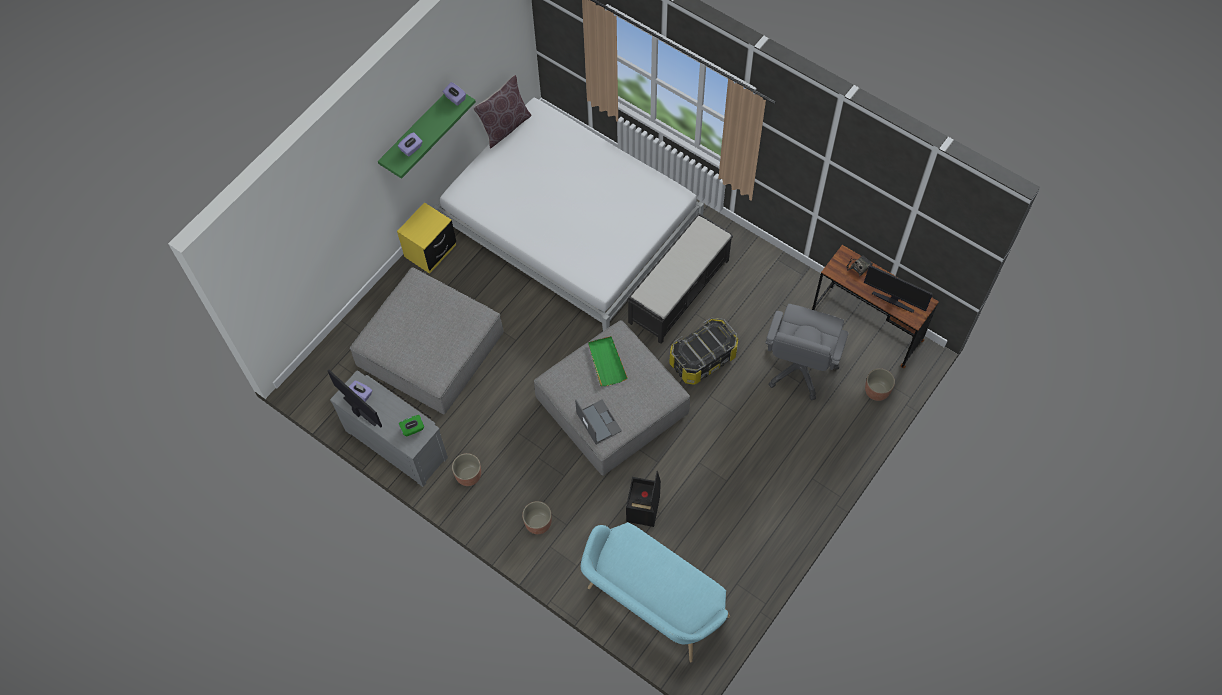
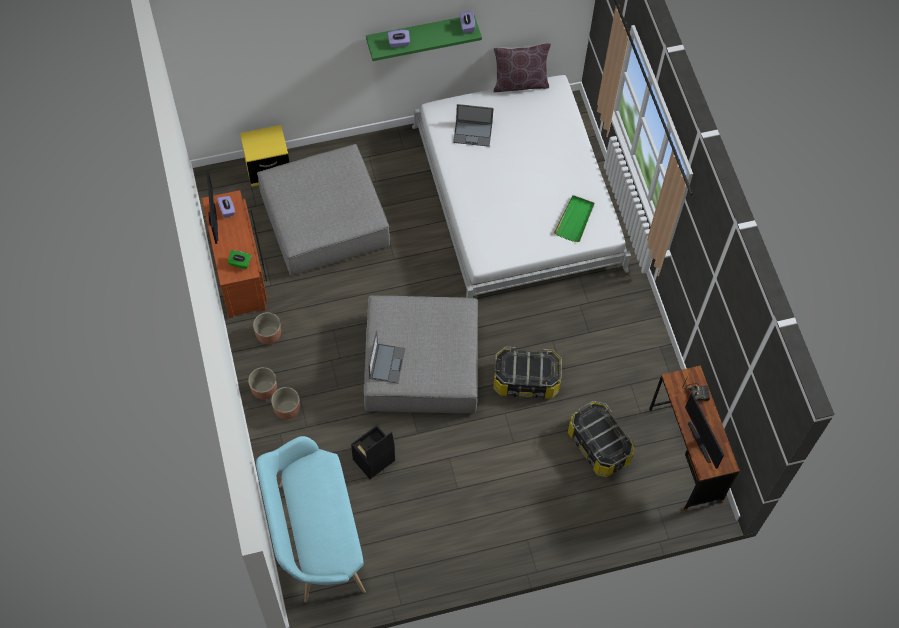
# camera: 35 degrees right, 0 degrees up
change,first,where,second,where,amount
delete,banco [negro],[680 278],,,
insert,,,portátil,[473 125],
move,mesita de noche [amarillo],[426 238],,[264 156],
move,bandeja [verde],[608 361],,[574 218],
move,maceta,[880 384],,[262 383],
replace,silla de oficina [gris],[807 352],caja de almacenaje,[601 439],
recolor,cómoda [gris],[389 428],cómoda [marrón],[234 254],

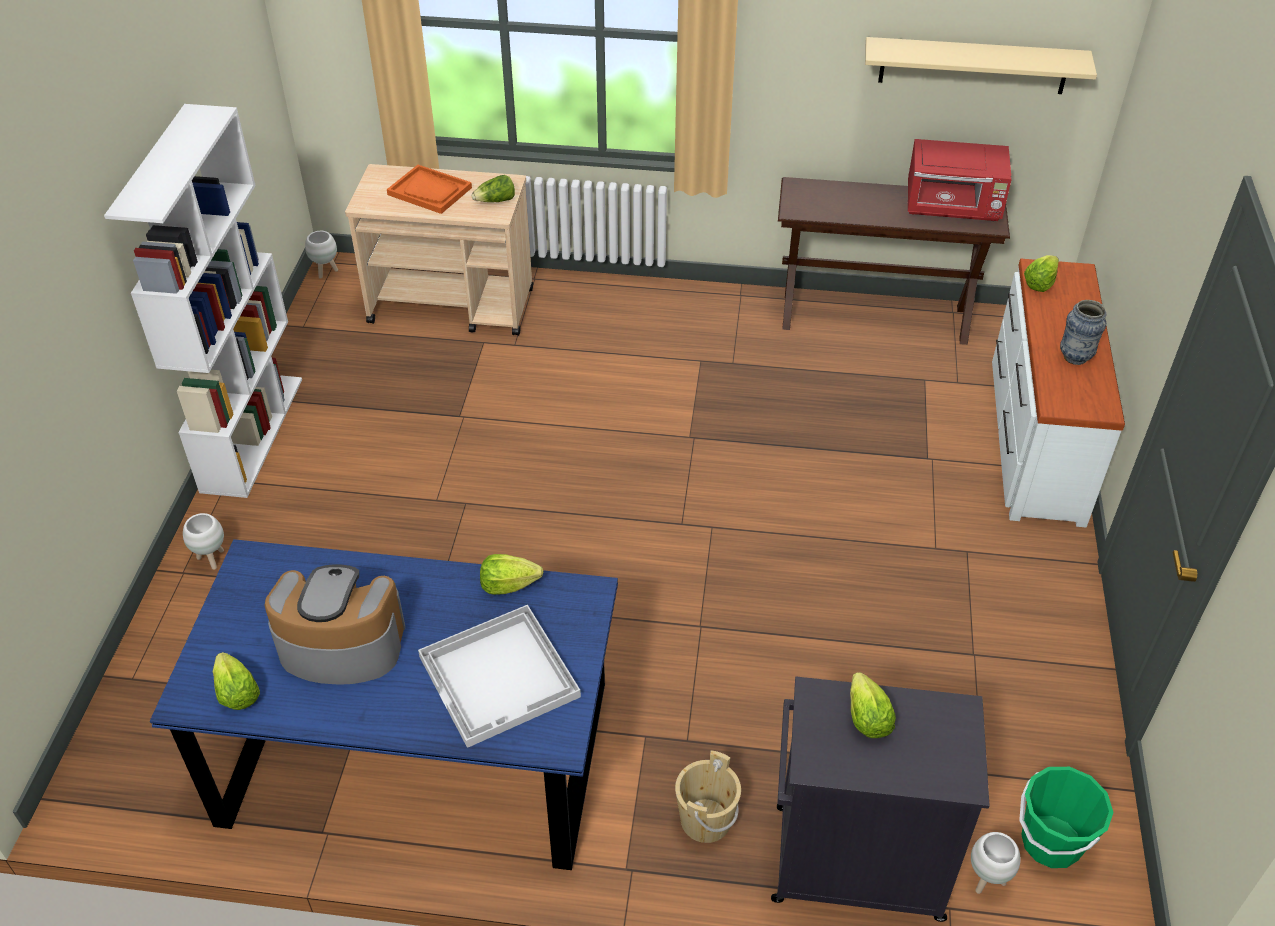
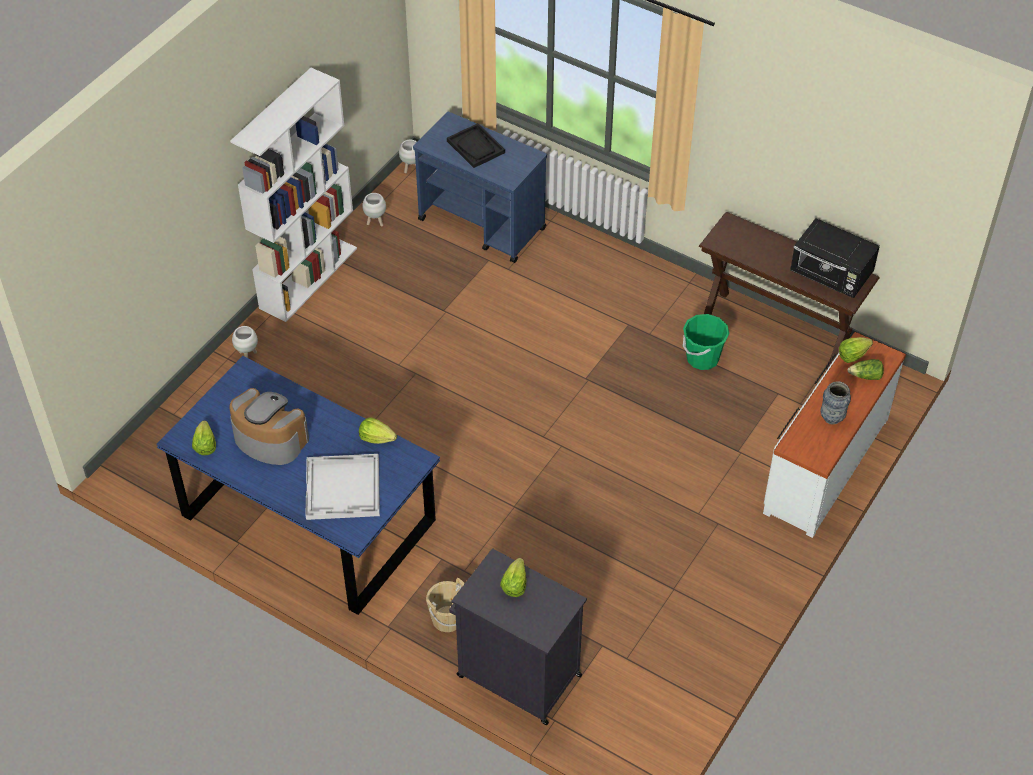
# camera: 25 degrees right, 5 degrees up
change,first,where,second,where,amount
delete,estante [beis],[981 65],,,
move,lechuga,[493 188],,[865 369],
move,maceta [blanco],[995 863],,[374 209],
move,cubo [verde],[1066 817],,[706 342],
recolor,carrito [beis],[439 250],carrito [azul],[480 187],
recolor,bandeja [naranja],[429 189],bandeja [negro],[476 145],
recolor,microondas [rojo],[960 180],microondas [negro],[835 258],

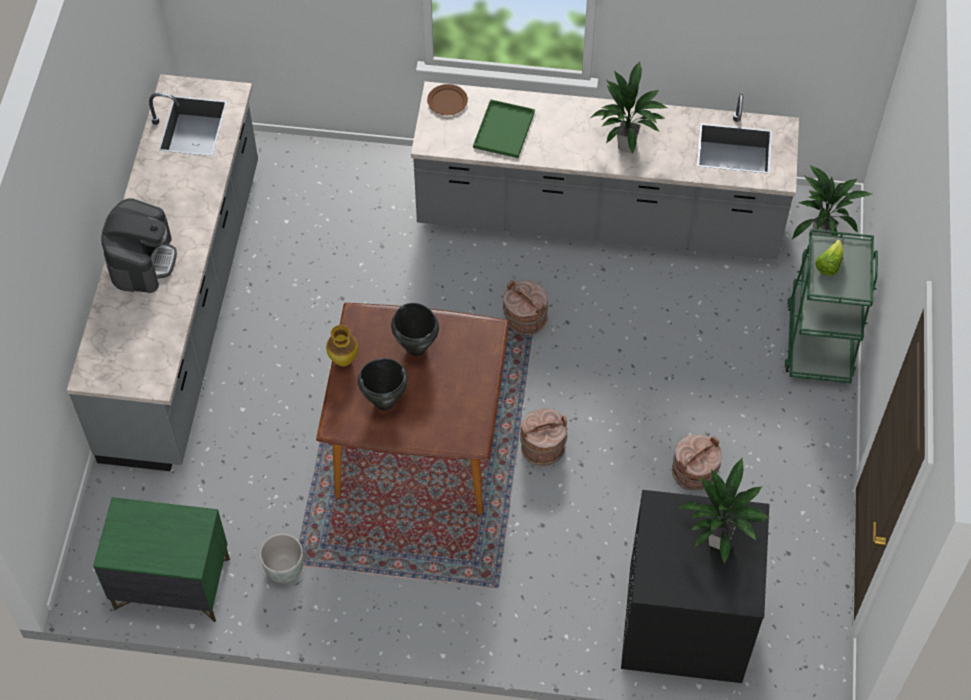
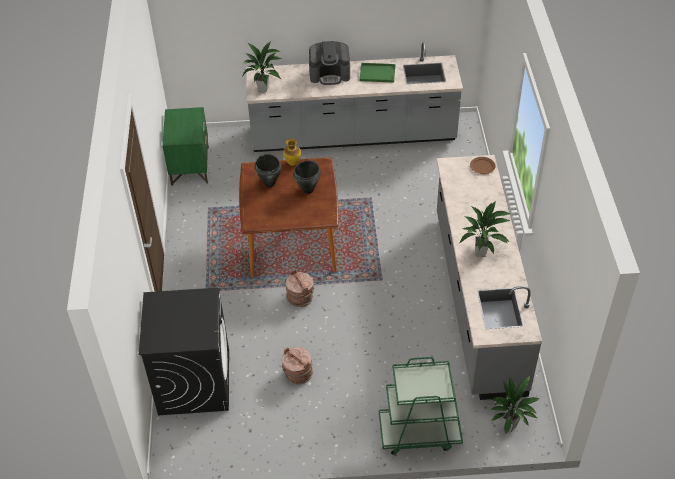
# camera: 80 degrees right, 10 degrees down
change,first,where,second,where,amount
delete,maceta [gris],[281 558],,,
delete,cubo [marrón],[525 307],,,
delete,lechuga,[829 257],,,
move,bandeja [verde],[504 128],,[377 73],
move,planta en maceta,[724 510],,[262 66],

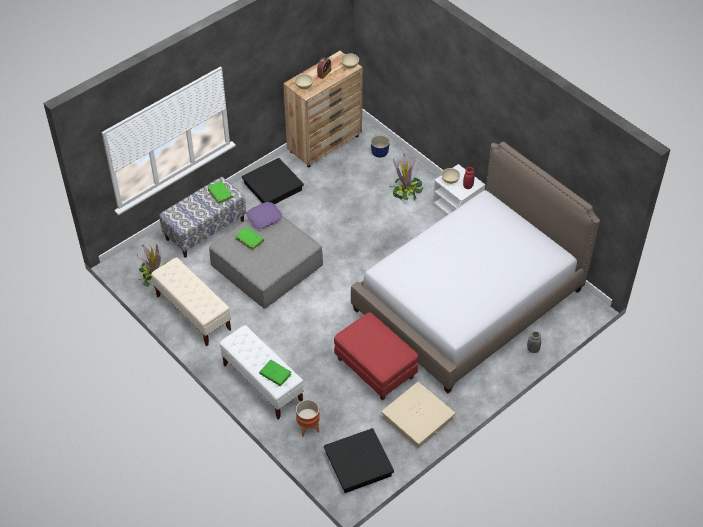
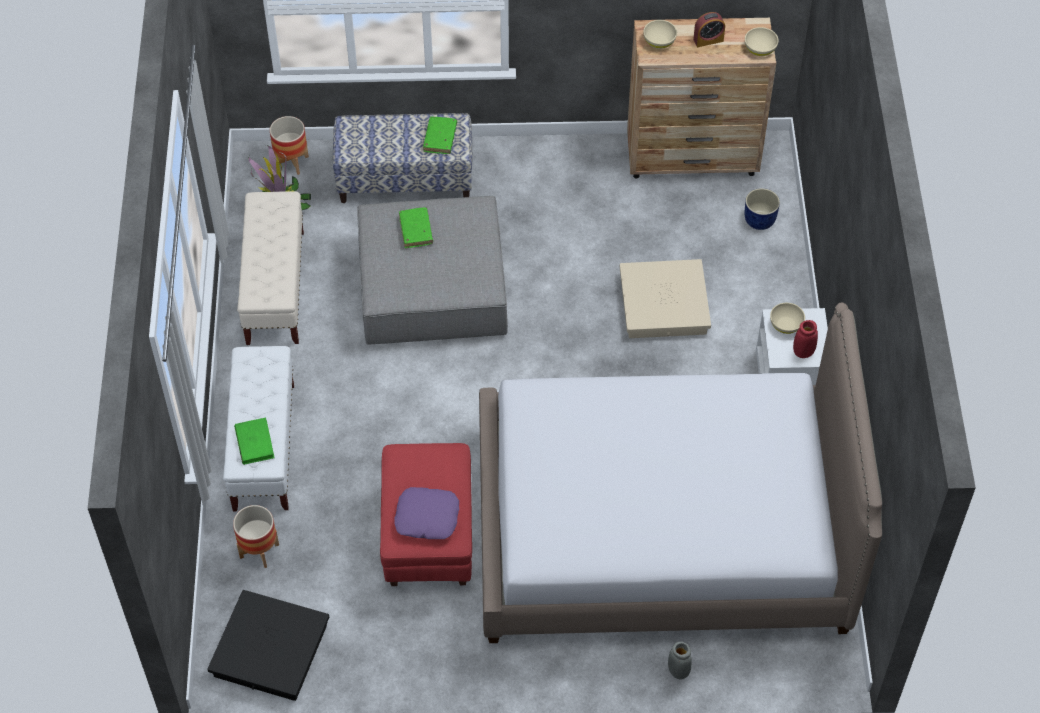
# camera: 40 degrees right, 5 degrees up
change,first,where,second,where,amount
delete,caja de almacenaje [negro],[273 181],,,
delete,planta en maceta,[406 177],,,
insert,,,maceta,[289 145],
move,cojín [morado],[264 215],,[427 513],
move,caja de almacenaje [beis],[418 415],,[665 298],

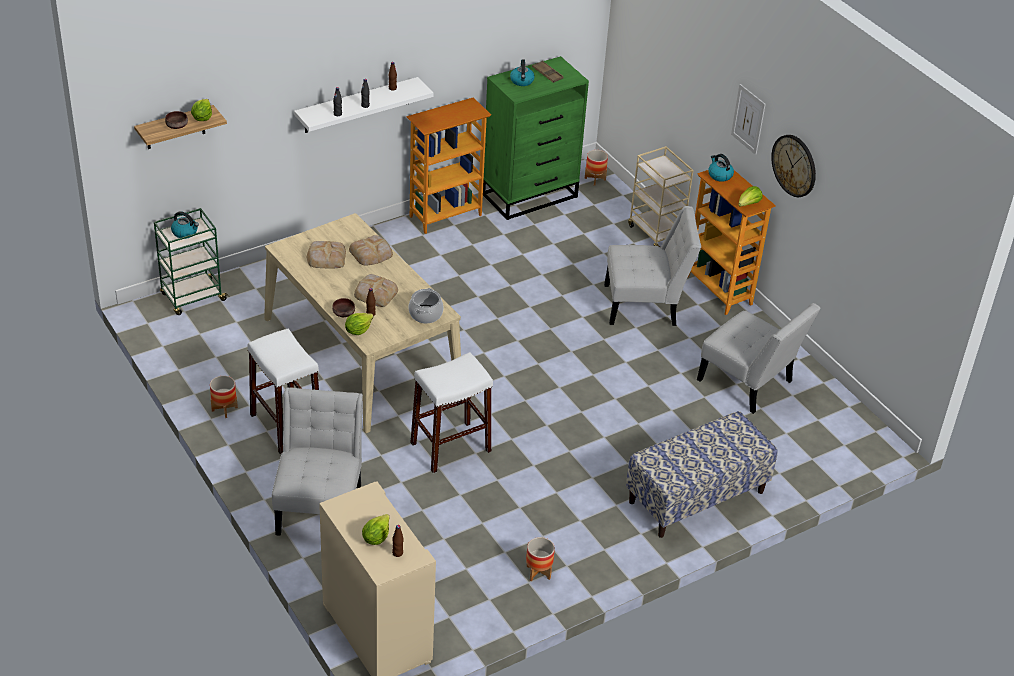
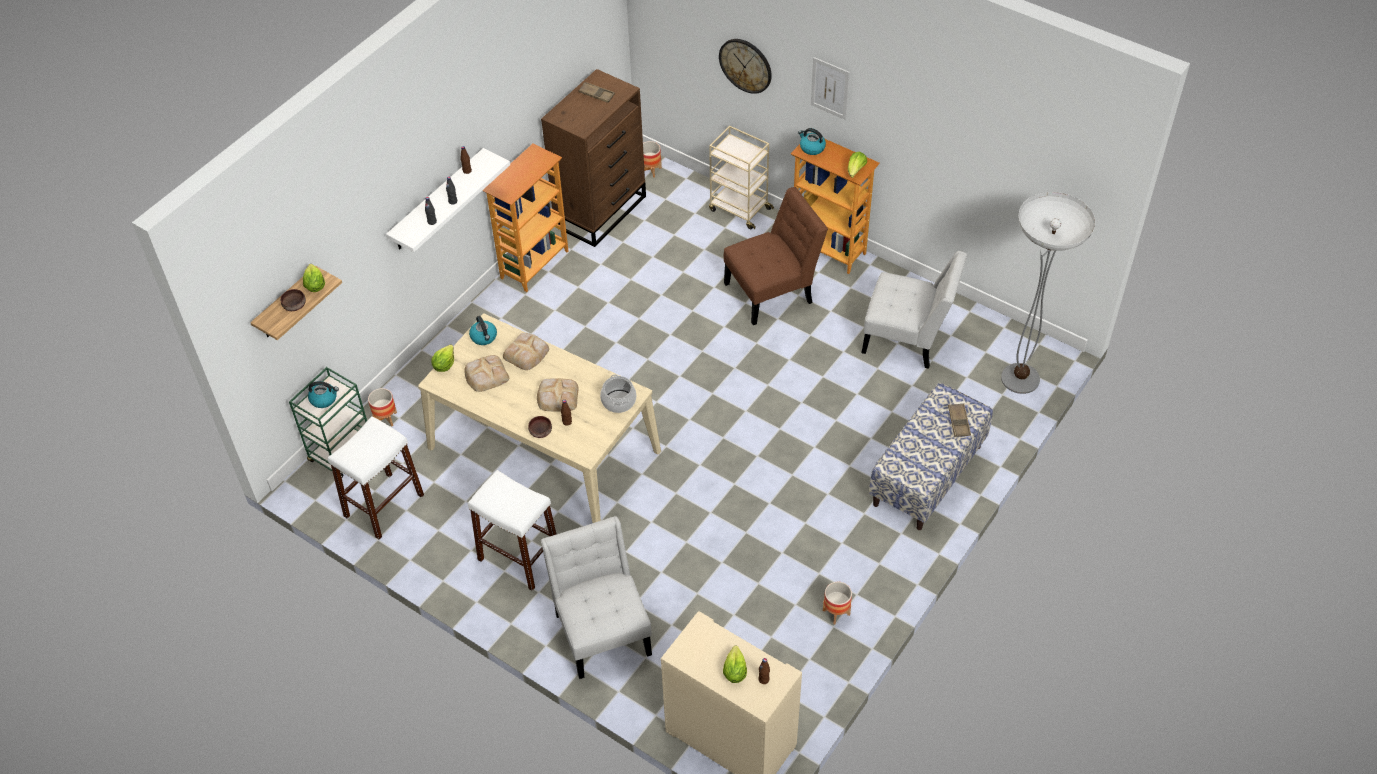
# camera: 20 degrees left, 10 degrees up
change,first,where,second,where,amount
insert,,,bandeja [marrón],[959 420],
insert,,,lámpara de pie,[1048 293],
move,maceta,[224 397],,[382 407],
move,lechuga,[359 324],,[442 358],
move,taburete [blanco],[451 412],,[376 478],
move,hervidor,[522 72],,[483 330],
move,reloj de pared,[793 166],,[745 66],
recolor,cómoda [verde],[536 138],cómoda [marrón],[593 158],
recolor,silla [blanco],[652 266],silla [marrón],[776 256],

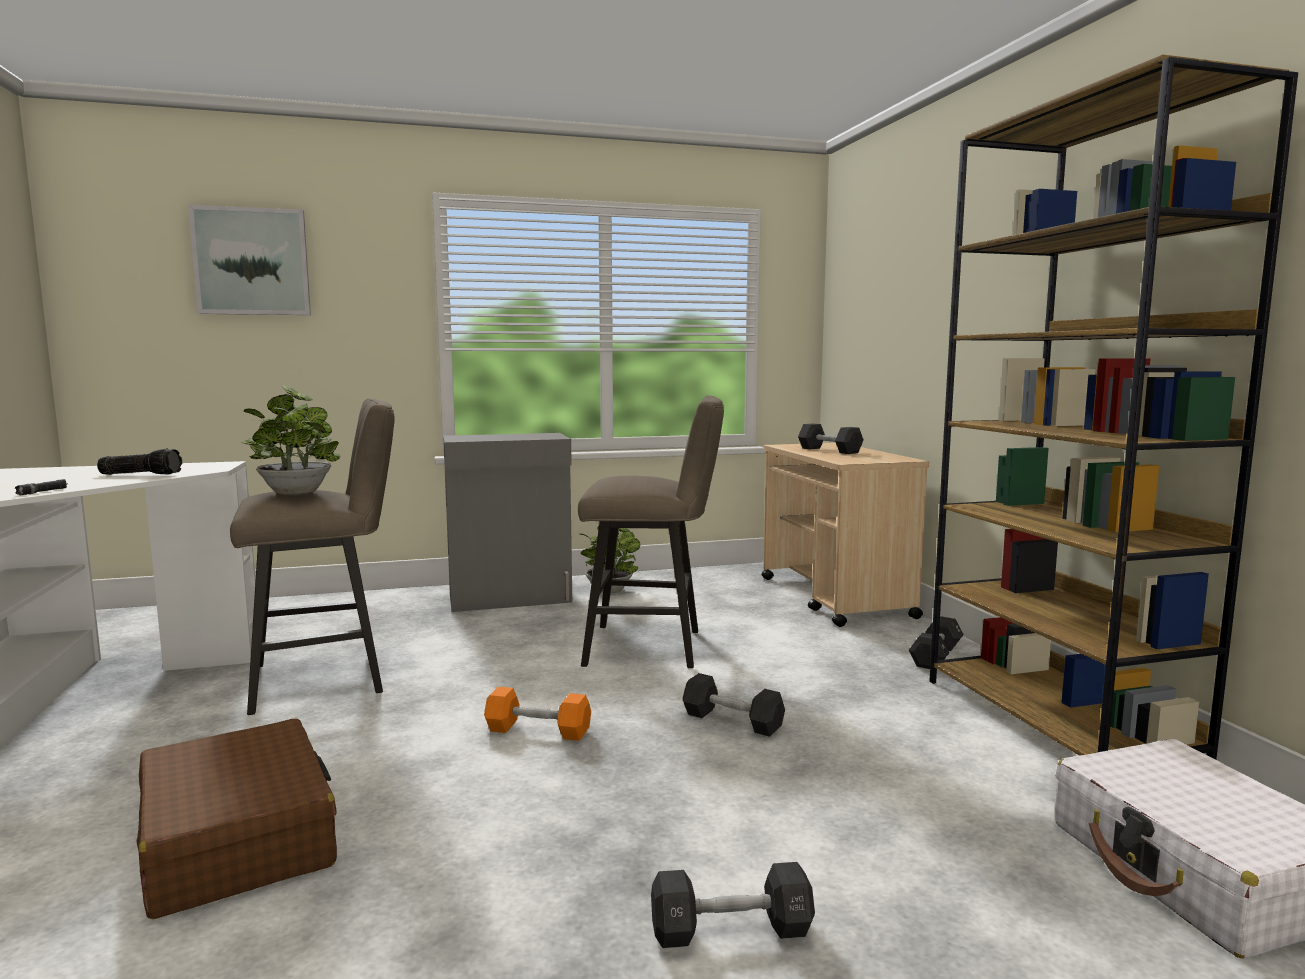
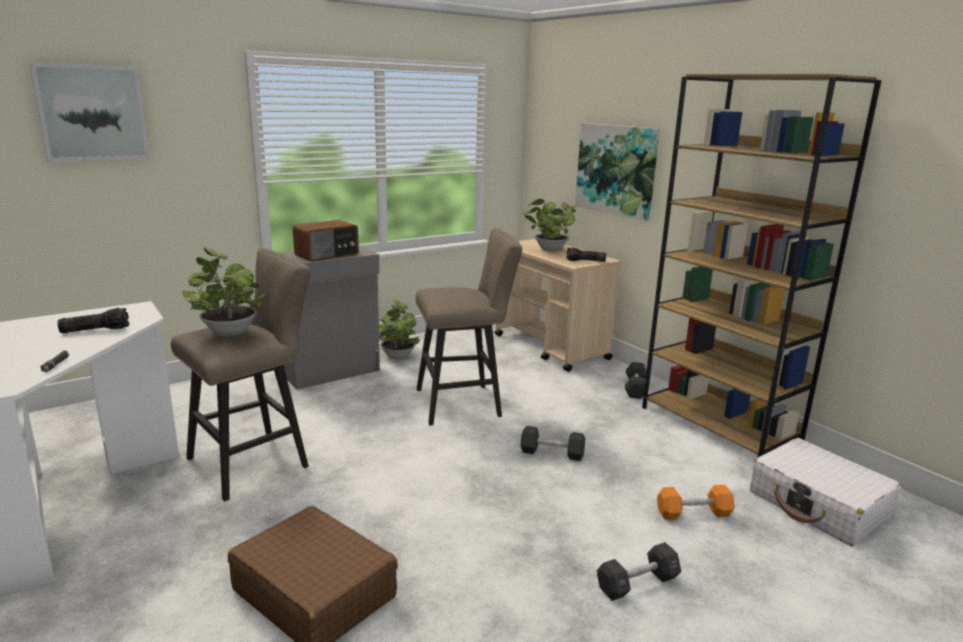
# camera: 20 degrees left, 10 degrees up
change,first,where,second,where,amount
insert,,,radio,[326 241],
insert,,,linterna,[586 254],
insert,,,cuadro,[617 172],
move,mancuerna [naranja],[537 714],,[696 502],
replace,mancuerna [negro],[831 438],planta en maceta,[550 225],

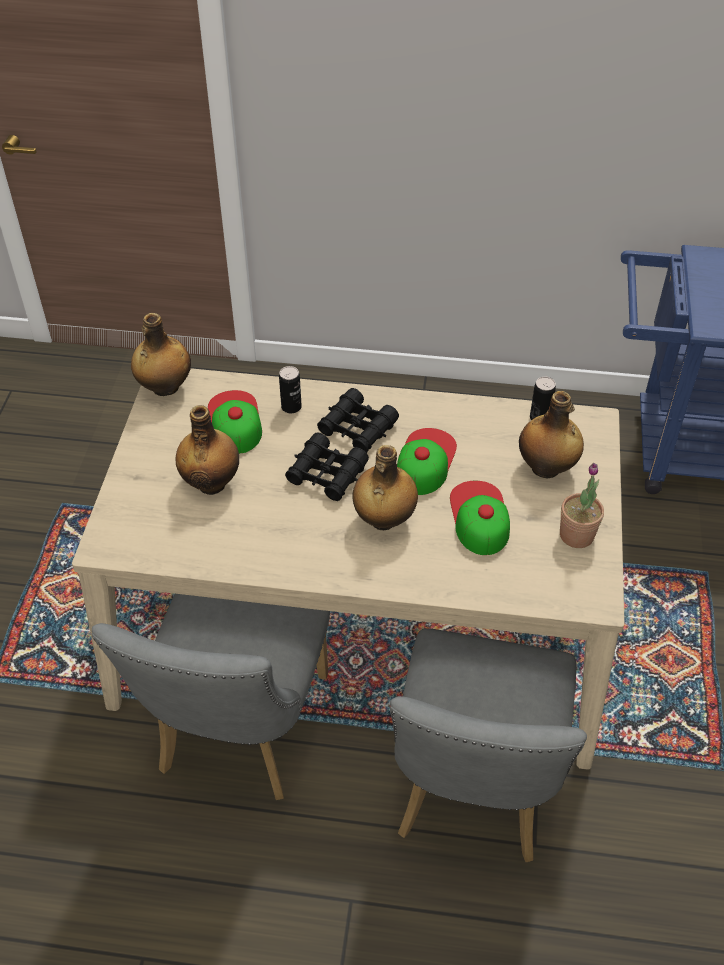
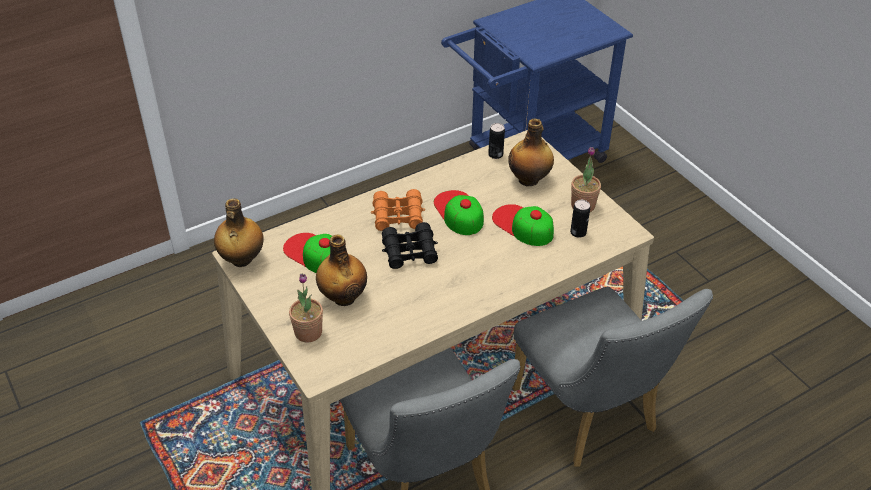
# camera: 40 degrees left, 5 degrees down
change,first,where,second,where,amount
delete,botella,[385 487],,,
insert,,,planta en maceta,[306 308],
move,lata,[290 389],,[580 219],
recolor,prismáticos [negro],[358 420],prismáticos [naranja],[398 210],

